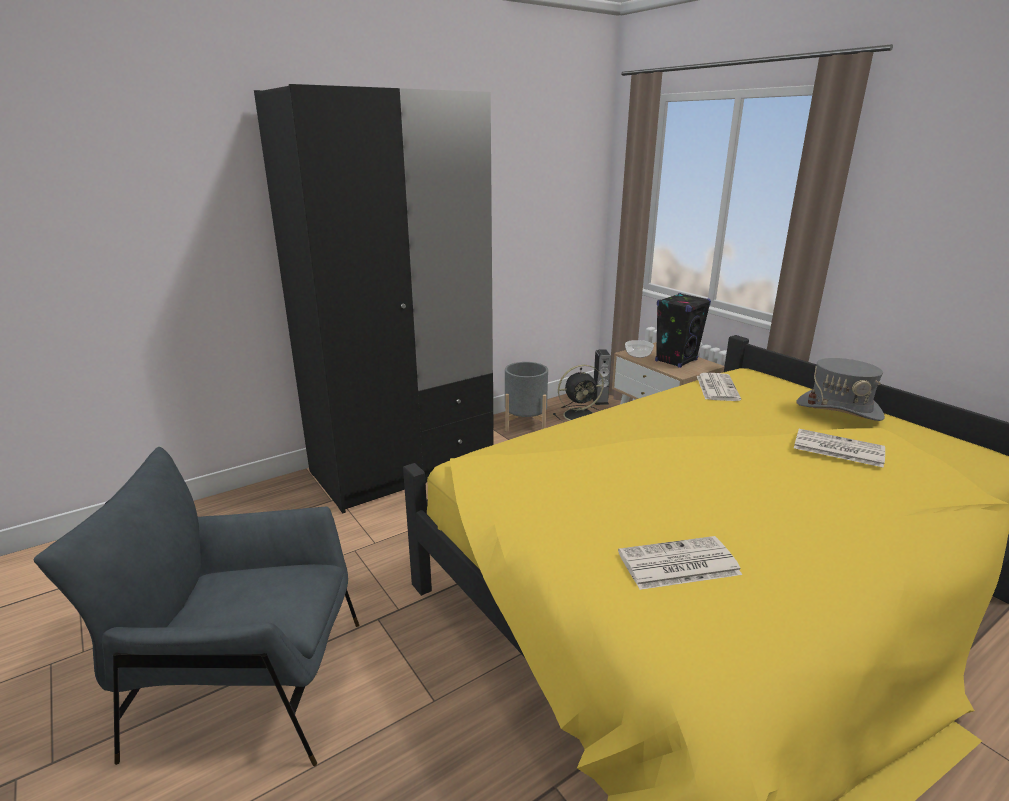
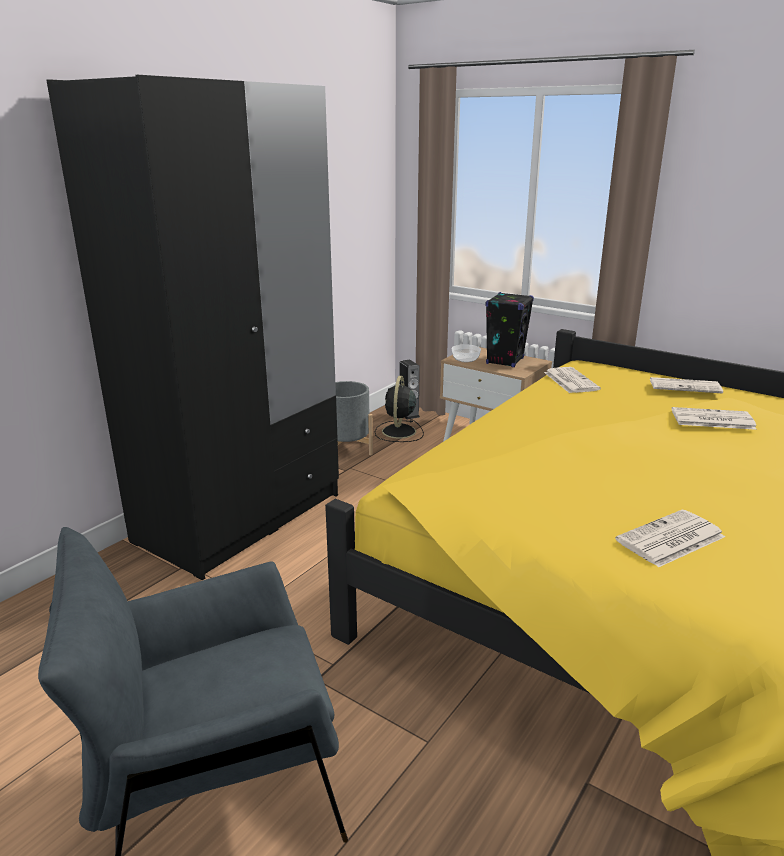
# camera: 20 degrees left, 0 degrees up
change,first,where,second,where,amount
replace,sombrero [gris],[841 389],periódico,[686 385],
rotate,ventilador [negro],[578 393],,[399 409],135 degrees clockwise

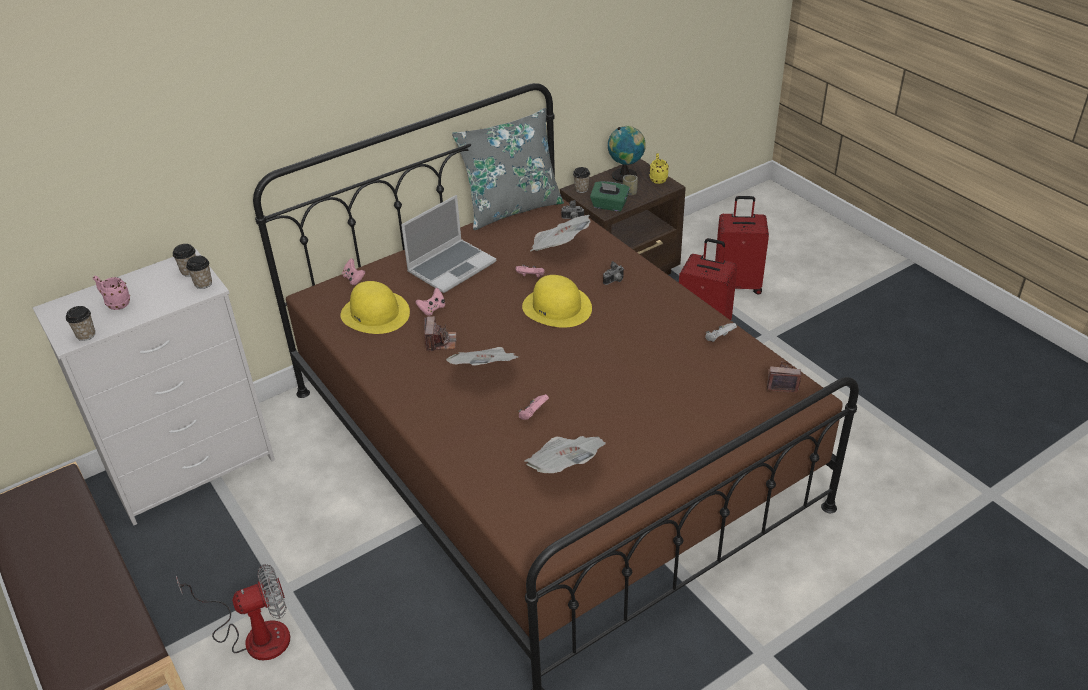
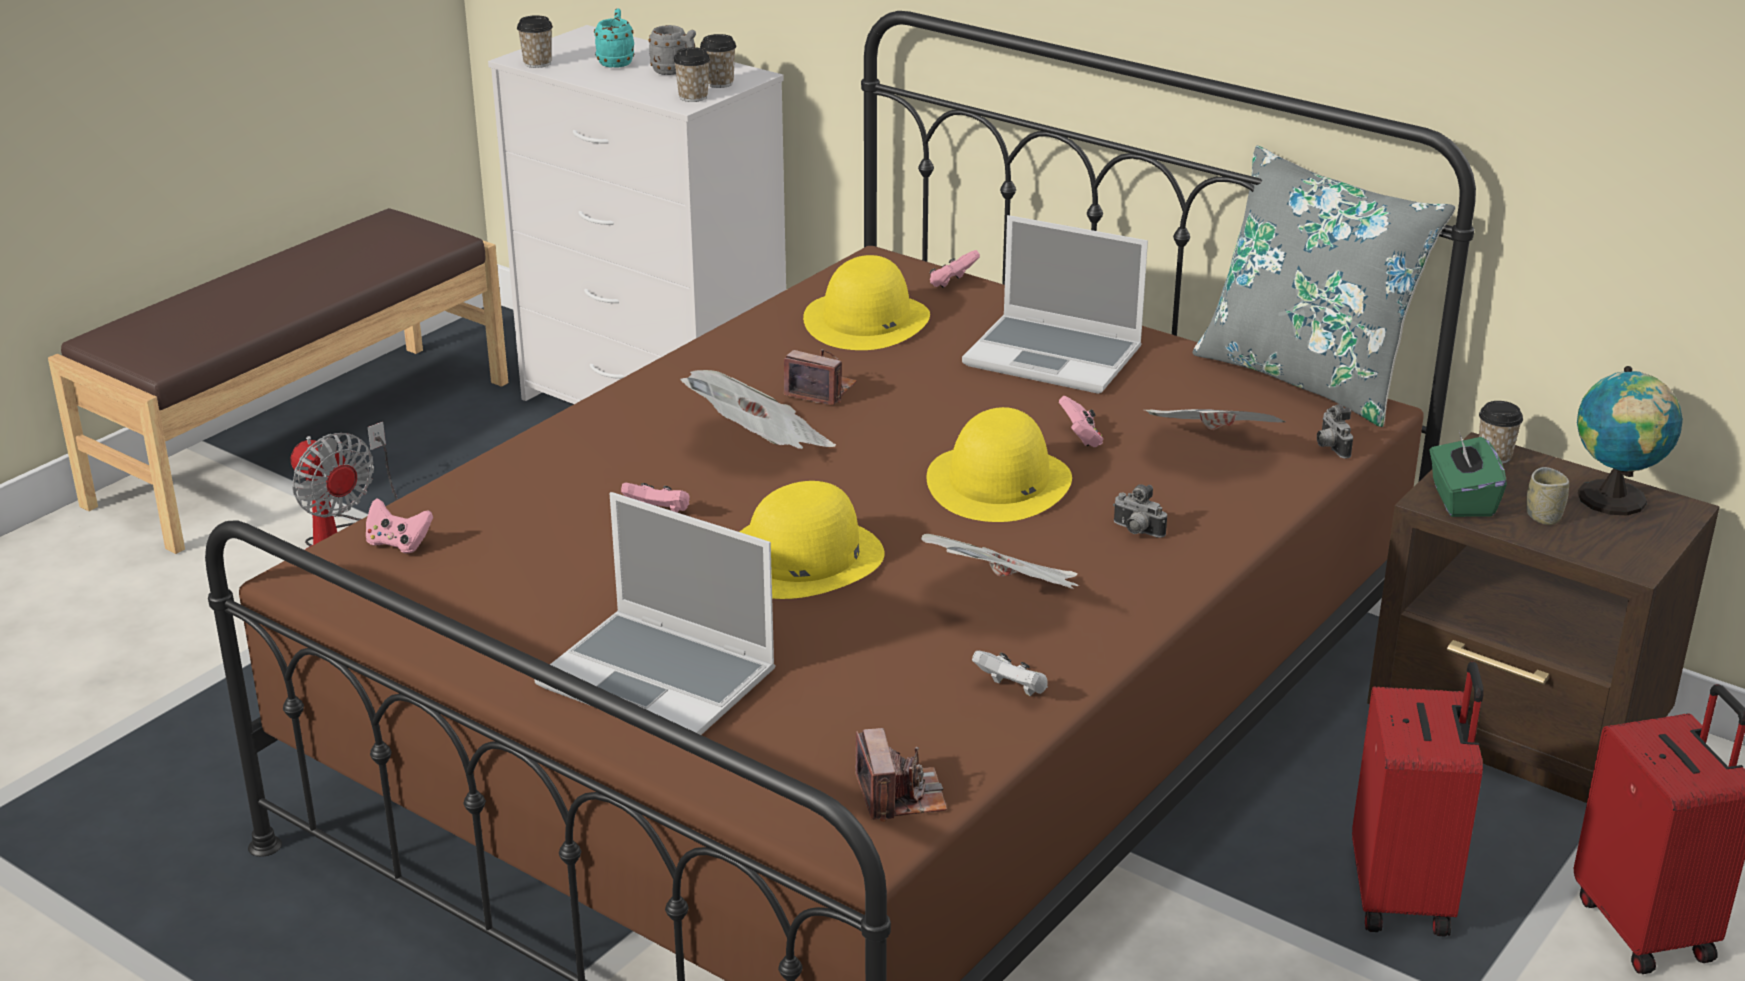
# camera: 70 degrees right, 10 degrees down
change,first,where,second,where,amount
delete,taza grande [amarillo],[659 168],,,
insert,,,portátil,[654 613],
insert,,,taza grande [gris],[672 50],
insert,,,sombrero [amarillo],[812 540],
move,mando de consola [rosa],[430 302],,[399 525],
move,periódico,[565 454],,[1000 561],
recolor,taza grande [rosa],[111 293],taza grande [turquesa],[614 38],
rotate,cámara,[440 334],,[820 377],135 degrees counterclockwise

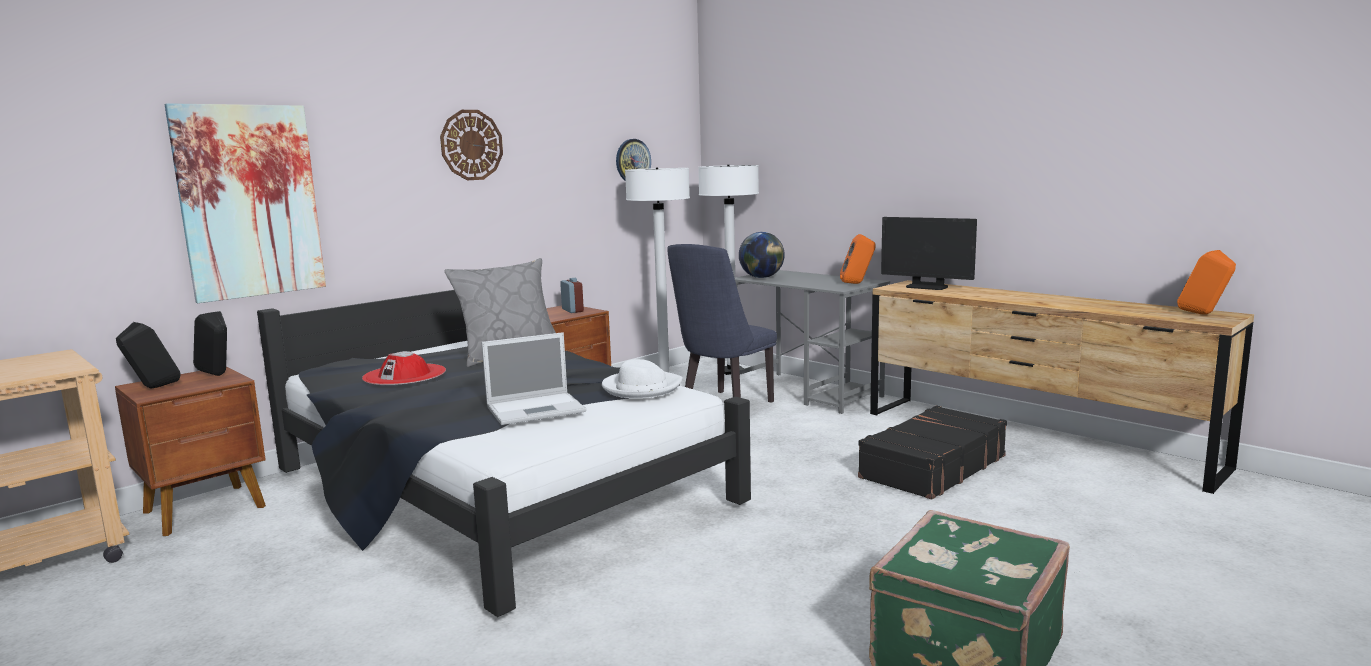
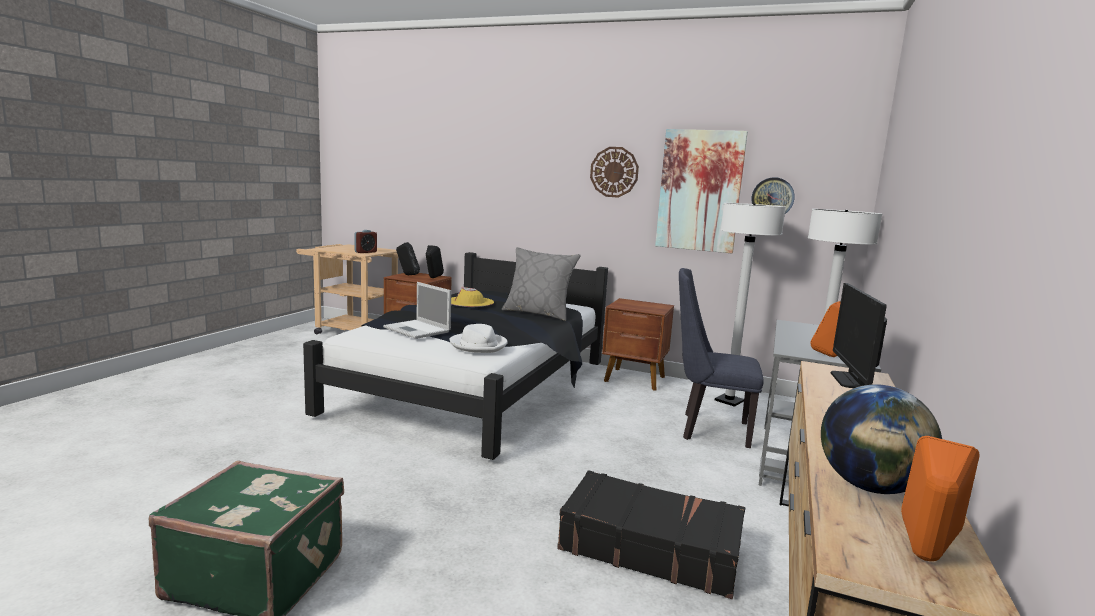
# camera: 65 degrees right, 0 degrees up
change,first,where,second,where,amount
move,cuadro,[245 203],,[701 191],
move,despertador,[572 295],,[365 241],
move,globo terráqueo,[762 255],,[881 439],
recolor,sombrero [rojo],[404 368],sombrero [amarillo],[472 297],

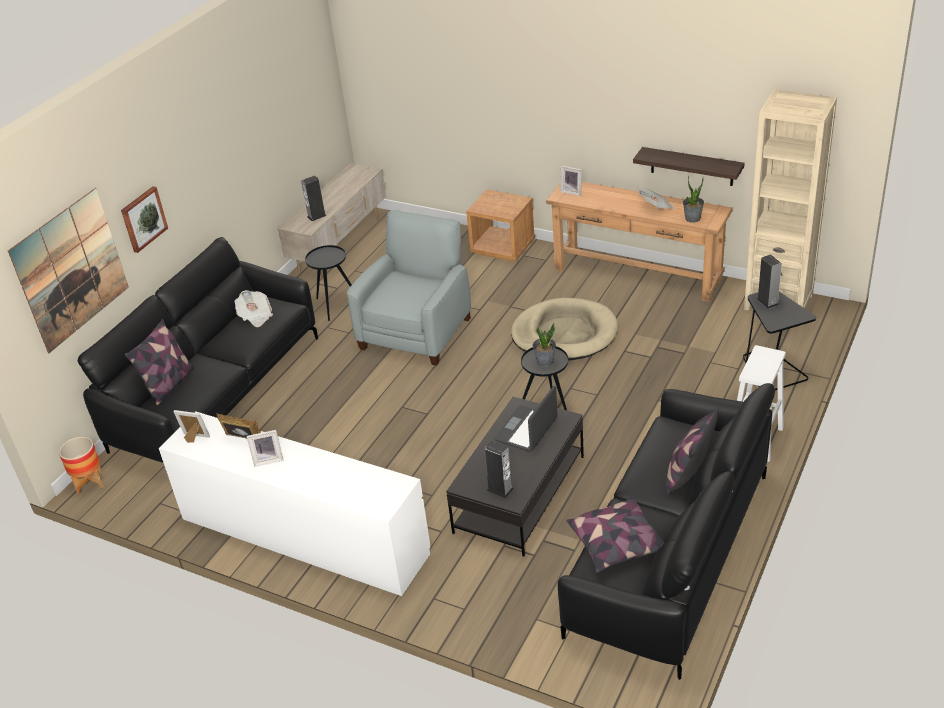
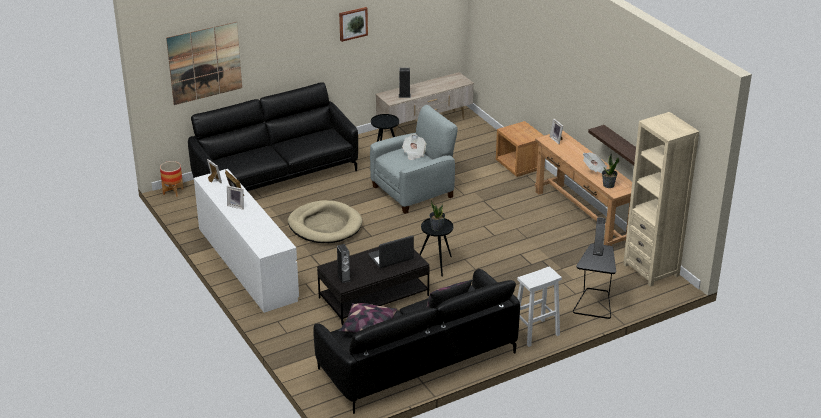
# camera: 30 degrees right, 5 degrees down
change,first,where,second,where,amount
delete,cojín,[159 362],,,
move,cuadro,[144 219],,[353 24],
move,periódico,[253 308],,[414 147],
move,cama para perro [beis],[564 329],,[325 221],

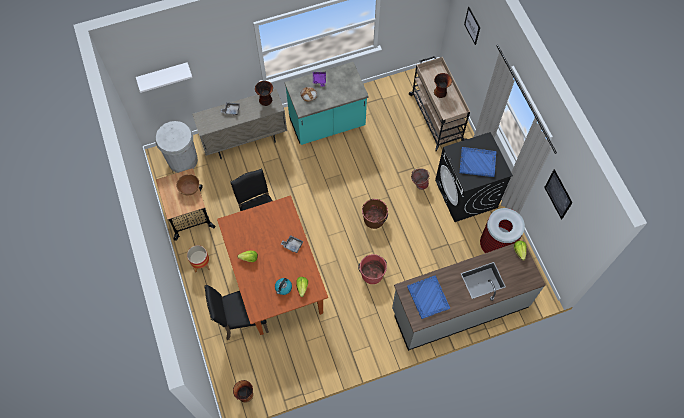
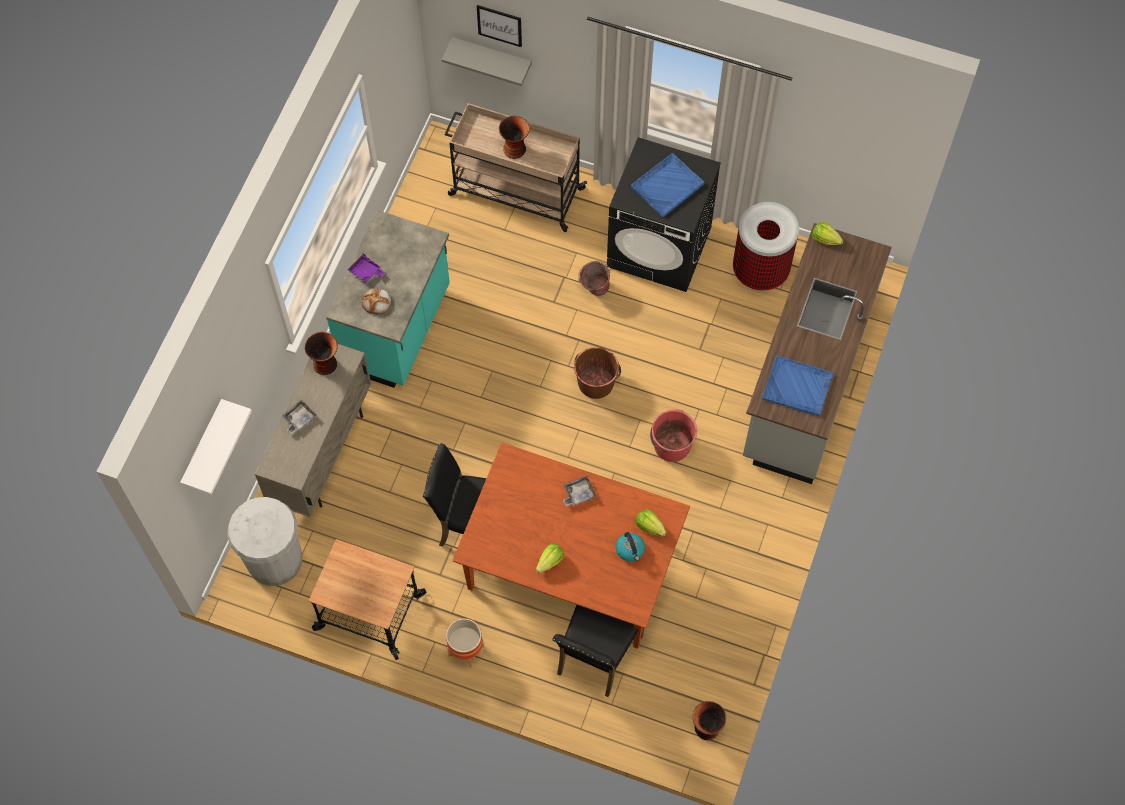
# camera: 50 degrees left, 0 degrees up
change,first,where,second,where,amount
delete,cuenco [marrón],[187 185],,,
delete,cuadro,[558 194],,,
insert,,,estante [gris],[487 61],

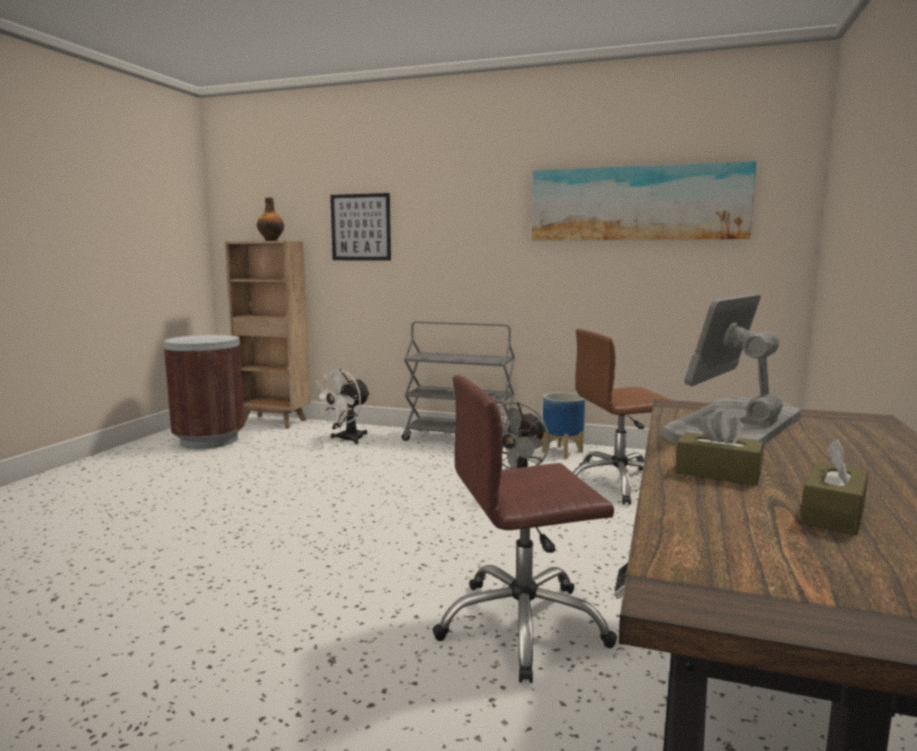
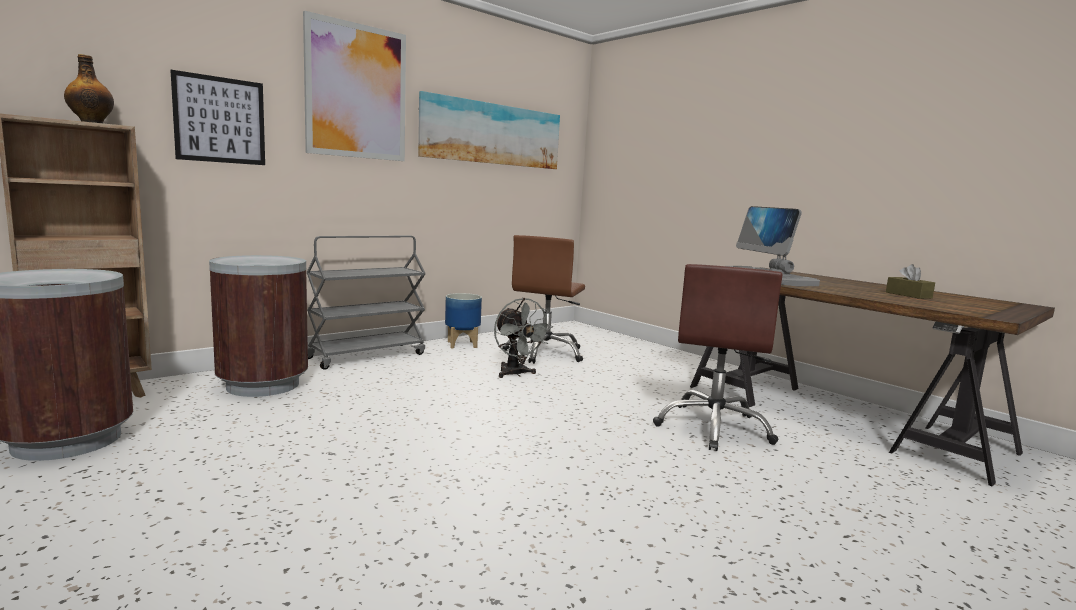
# camera: 60 degrees left, 0 degrees up
change,first,where,second,where,amount
delete,caja de pañuelos [marrón],[719 448],,,
insert,,,cuadro,[354 86],
replace,ventilador [blanco],[342 406],papelera [marrón],[258 326],

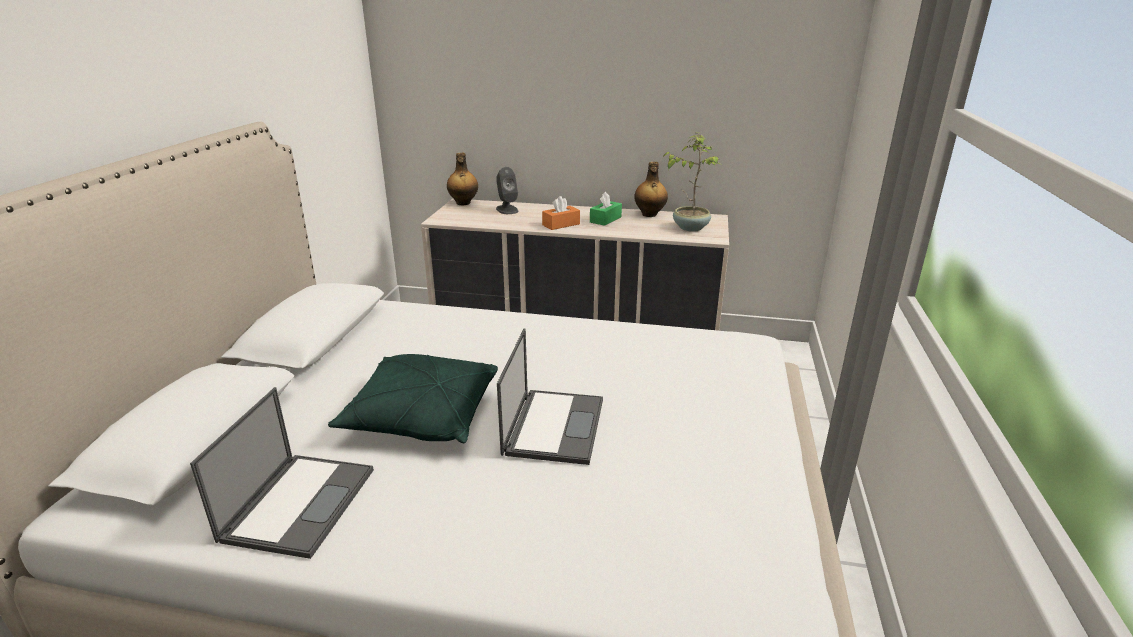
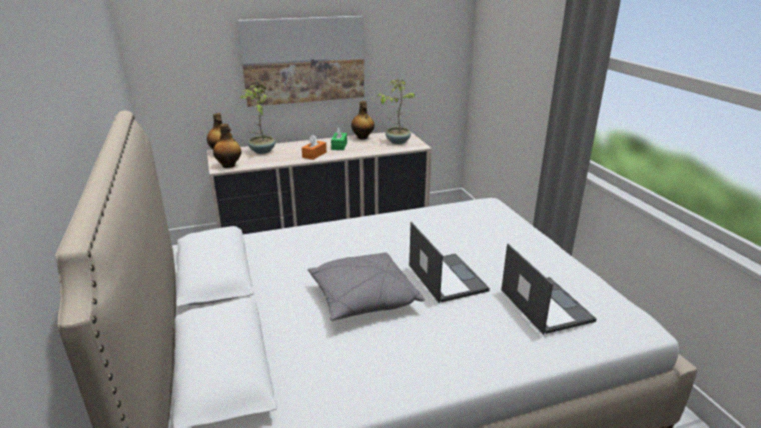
# camera: 30 degrees left, 0 degrees up
change,first,where,second,where,amount
insert,,,botella,[227 146],
insert,,,cuadro,[300 61],
move,portátil,[282 473],,[548 289],
replace,altavoz [gris],[507 190],planta en maceta,[257 119],
recolor,cojín [verde],[413 398],cojín [gris],[366 286],

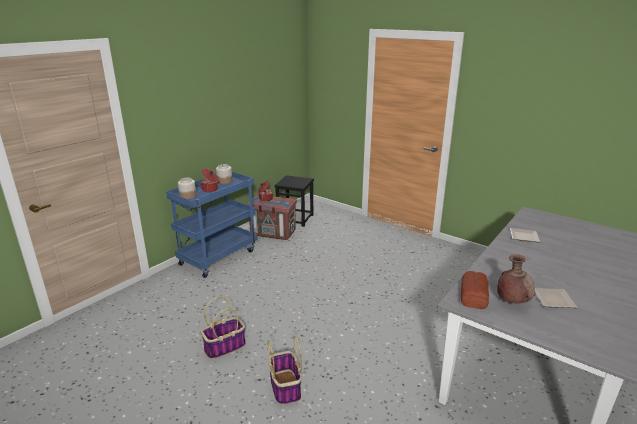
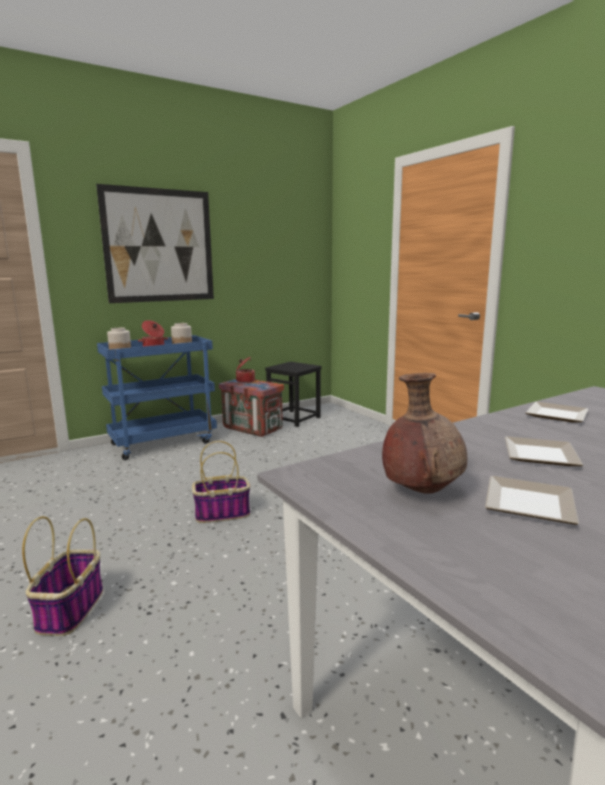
# camera: 20 degrees right, 10 degrees down
change,first,where,second,where,amount
delete,pan,[475 290],,,
insert,,,cuadro,[155 243],
insert,,,plato,[544 451],
move,cesta,[223 328],,[221 482],

